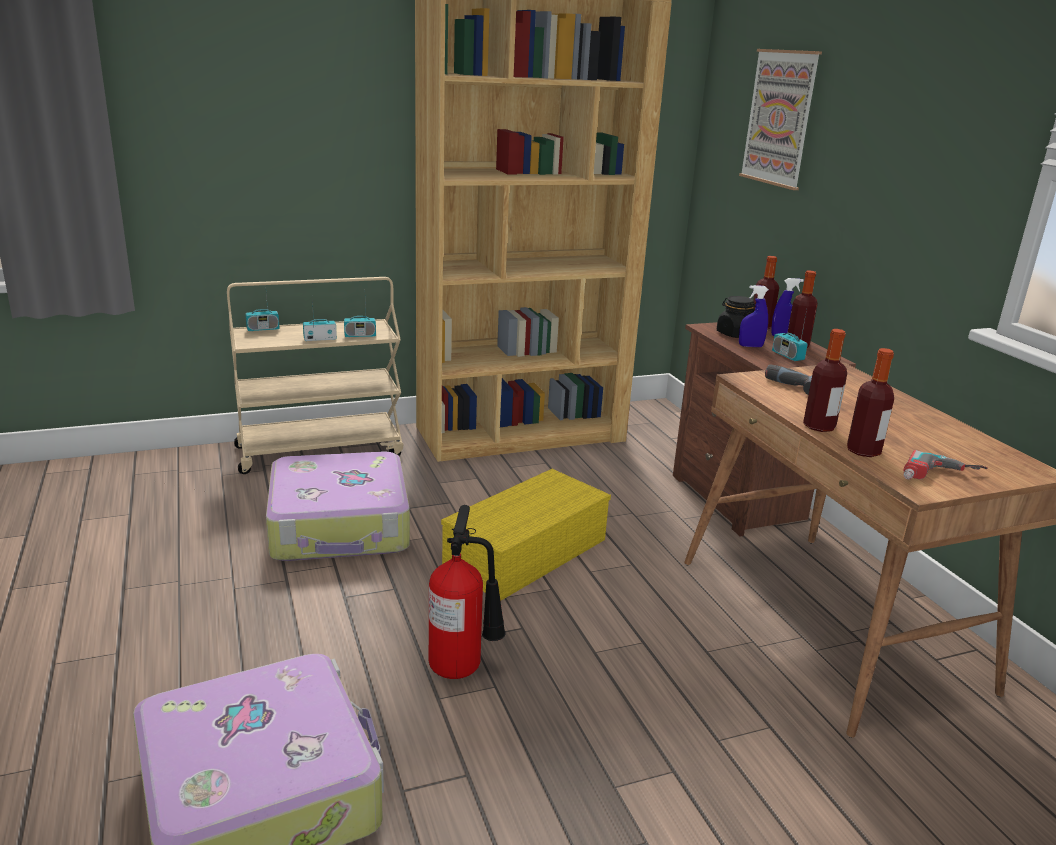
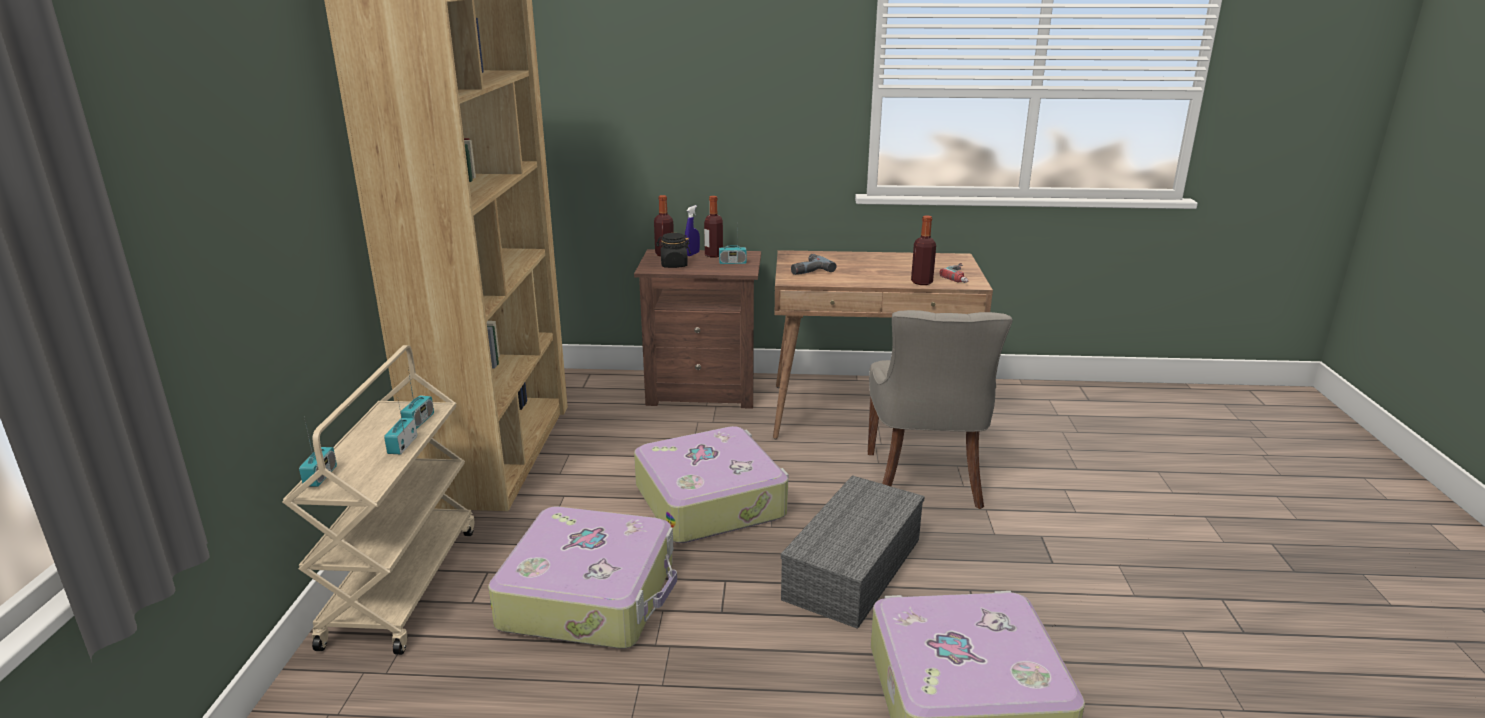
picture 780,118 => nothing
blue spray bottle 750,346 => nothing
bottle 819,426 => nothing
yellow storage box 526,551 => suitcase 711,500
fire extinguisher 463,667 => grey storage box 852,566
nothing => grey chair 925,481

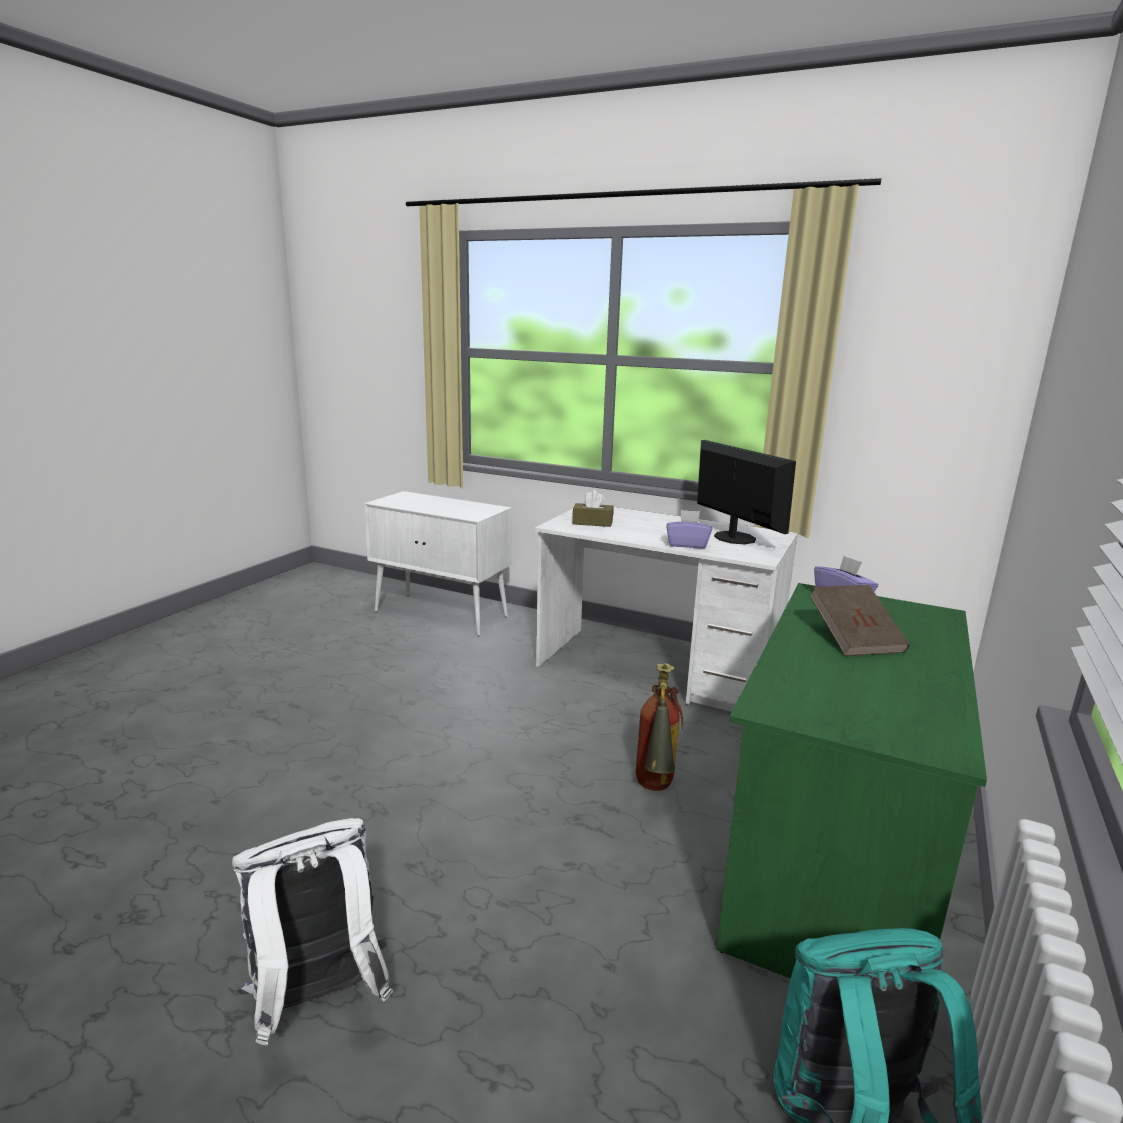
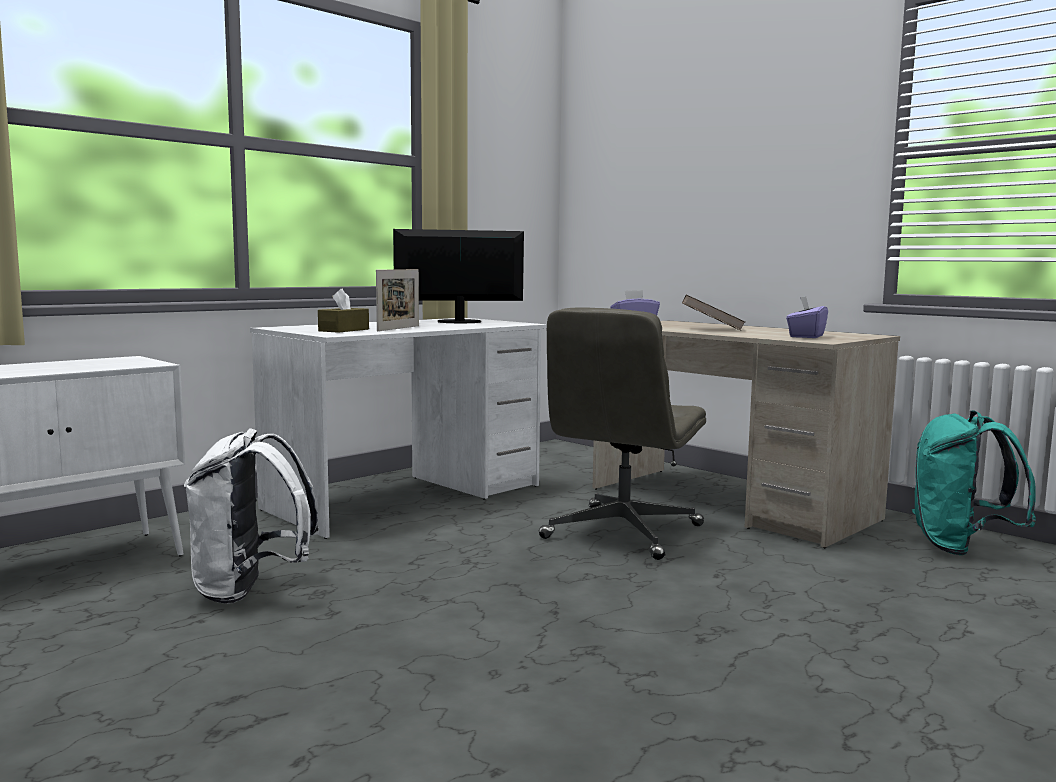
purple tissue box 687,544 => purple tissue box 805,336, relocated
green desk 833,858 => beige desk 730,504
fire extinguisher 654,791 => grey office chair 622,533
white backpack 318,1000 => white backpack 250,590, relocated
nothing => picture frame 398,328

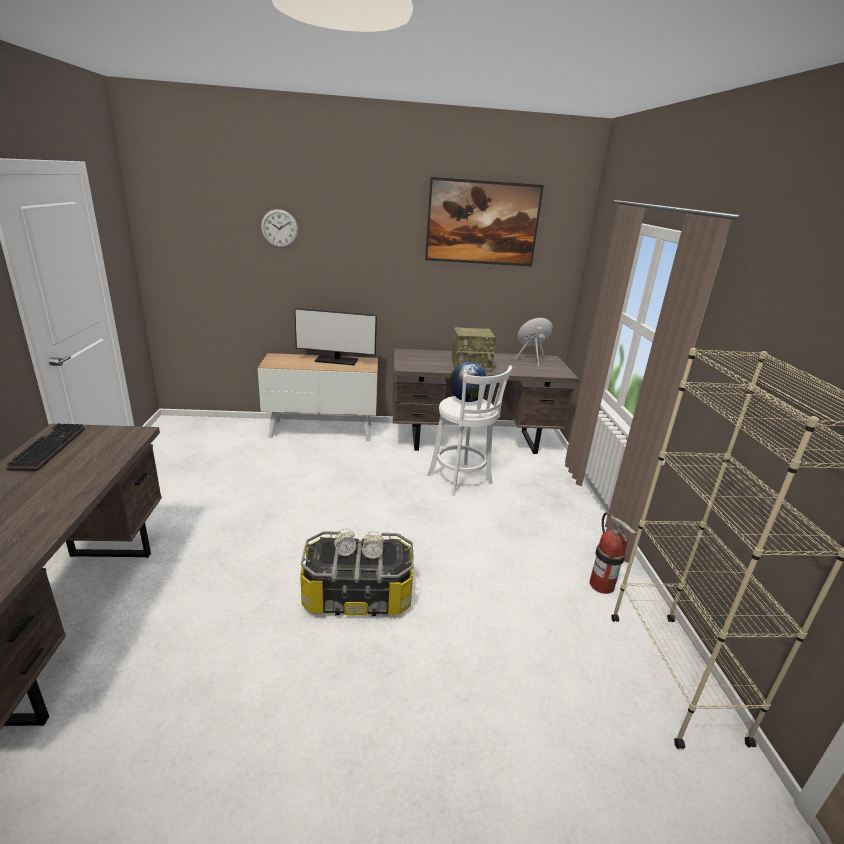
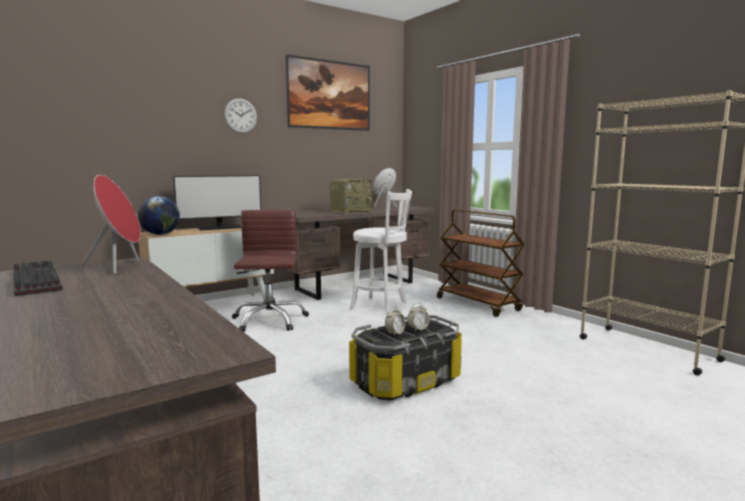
wall clock 279,228 => wall clock 240,116, relocated
globe 467,400 => globe 160,234, relocated
fire extinguisher 601,585 => nothing
nothing => red speaker 119,267
nothing => brown cart 478,304
nothing => brown office chair 269,320

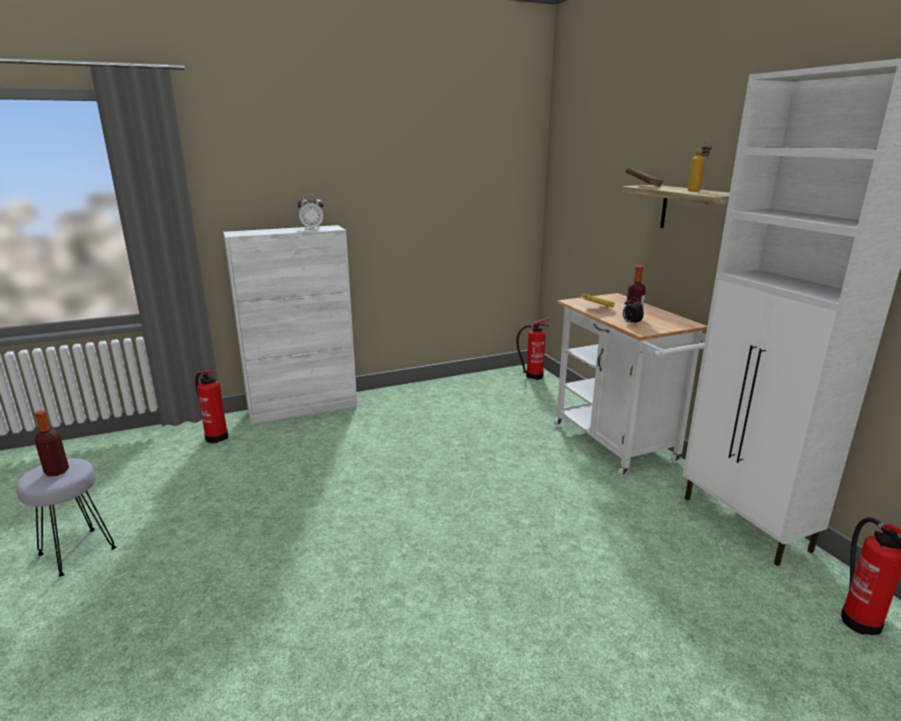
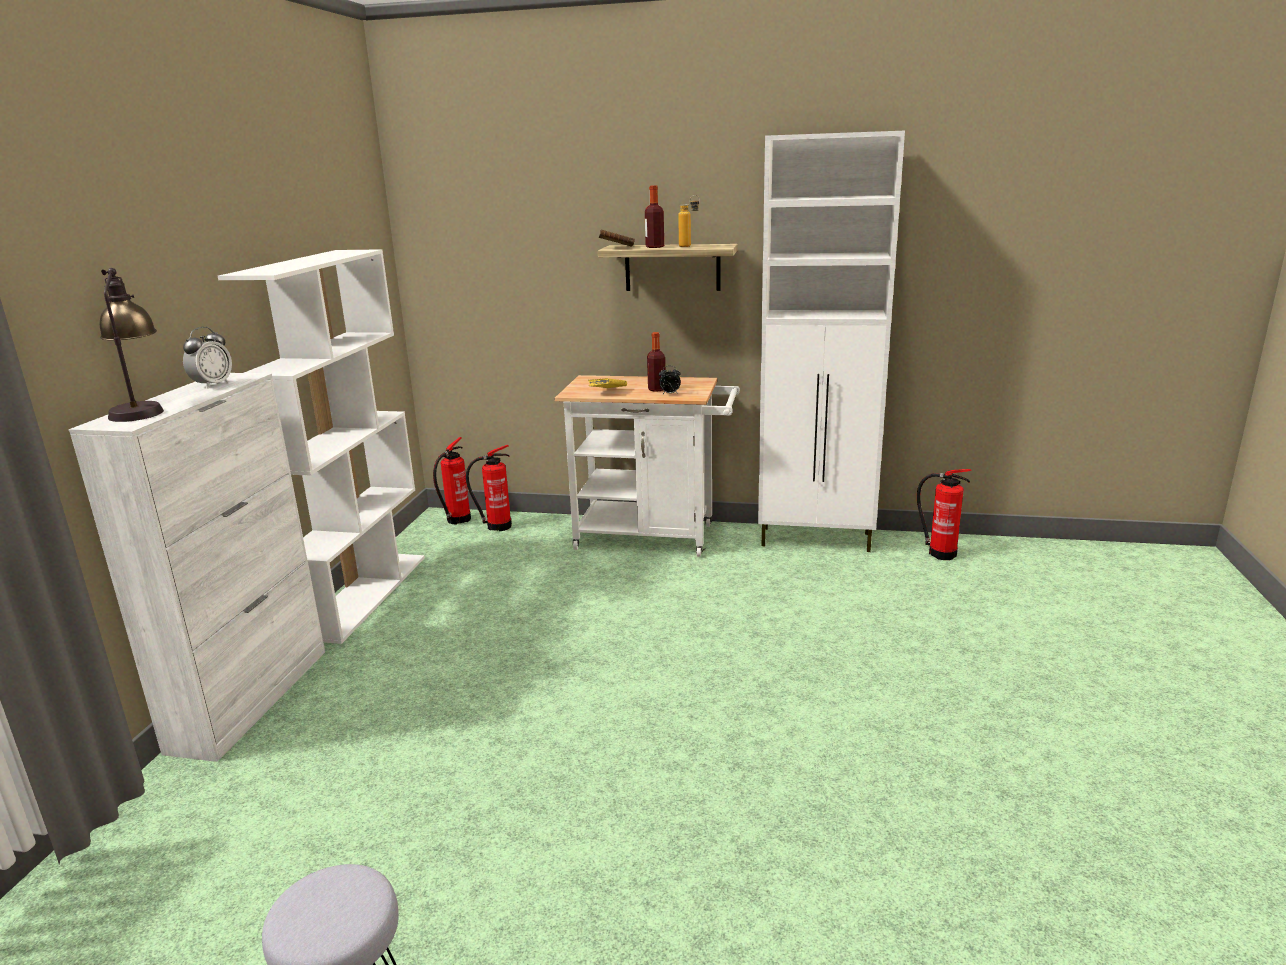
fire extinguisher 216,437 => fire extinguisher 496,526, relocated
bottle 57,471 => bottle 655,247, relocated
nothing => white bookcase 363,594
nothing => table lamp 141,409

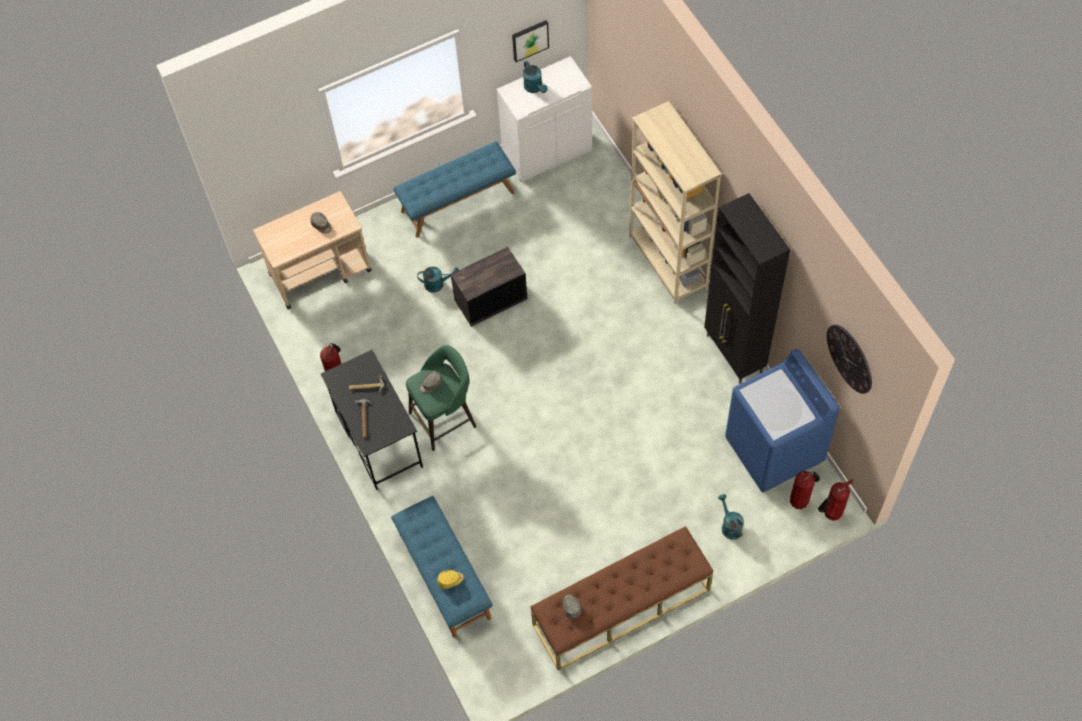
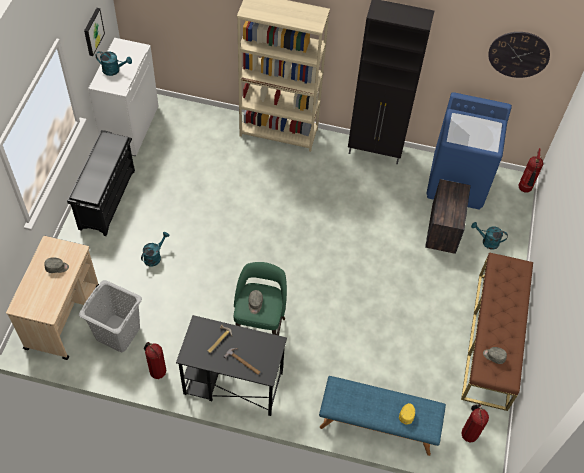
blue bench 457,201 => black shoe rack 107,198
crate 491,298 => crate 443,227, relocated
fire extinguisher 800,500 => fire extinguisher 468,433, relocated
nothing => grey laundry basket 118,333

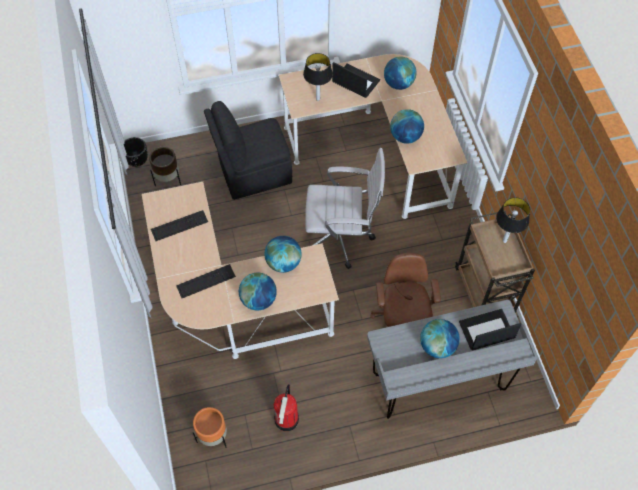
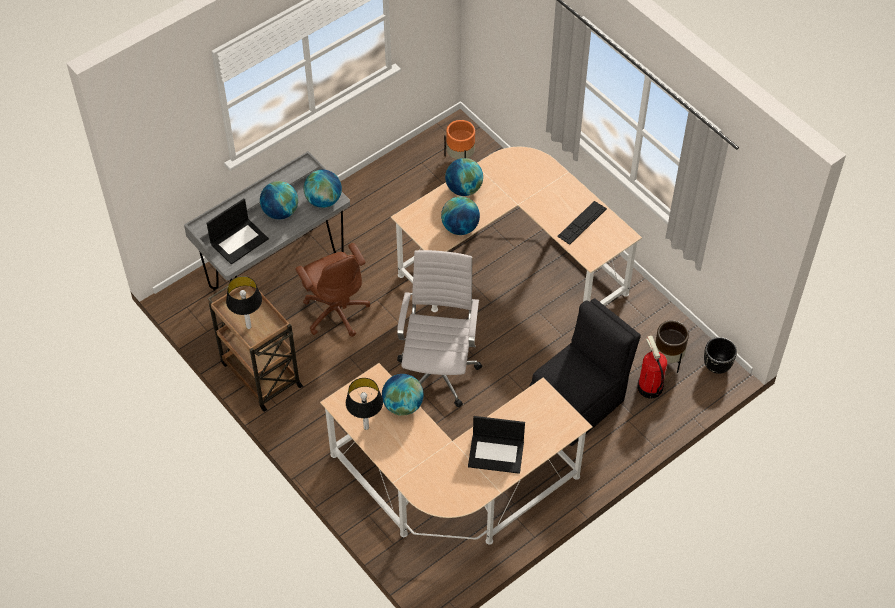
table lamp 317,98 => table lamp 366,427, relocated
globe 398,83 => globe 324,200, relocated
white office chair 342,238 => white office chair 438,370, 120 degrees clockwise
keyboard 206,281 => nothing
fire extinguisher 287,419 => fire extinguisher 649,387, relocated

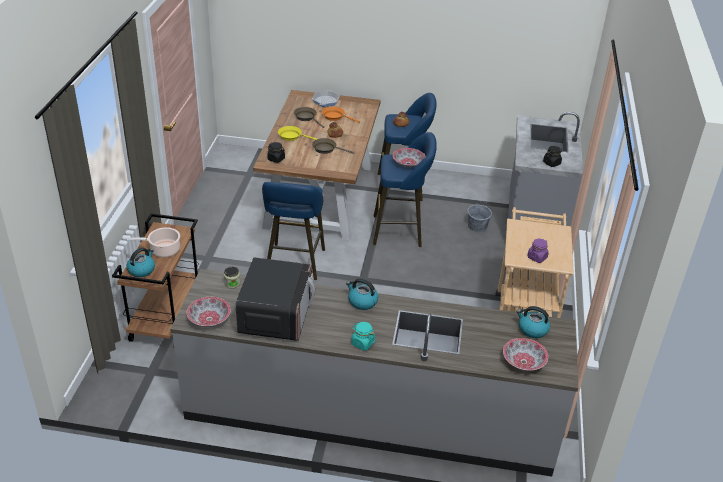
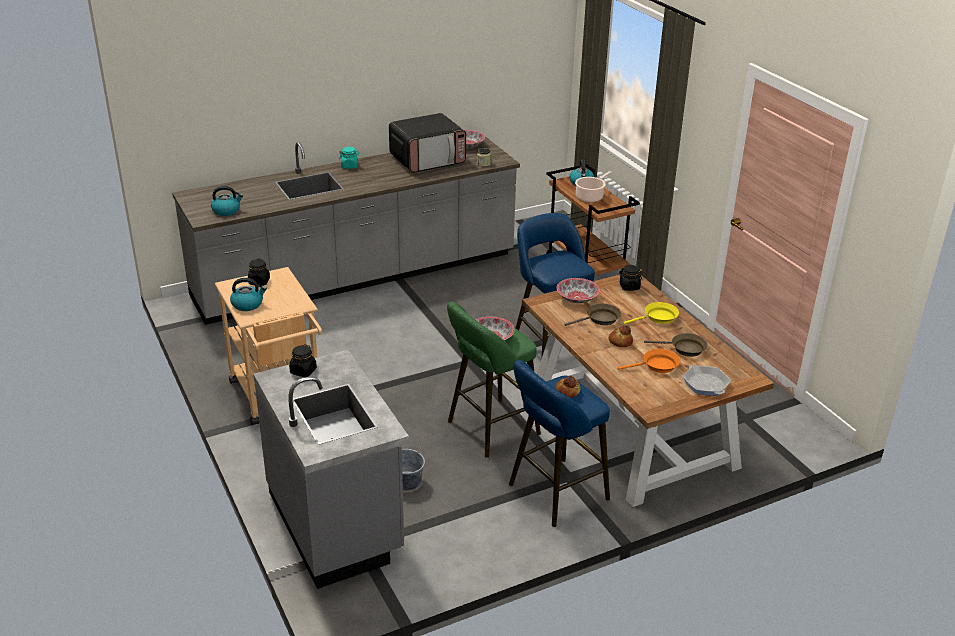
blue stool 401,231 => green stool 489,429
purple jar 537,257 => black jar 259,282
microwave 276,315 => microwave 428,160, 90 degrees counterclockwise
kettle 362,302 => kettle 248,304, relocated
bowl 523,362 => bowl 577,298, relocated

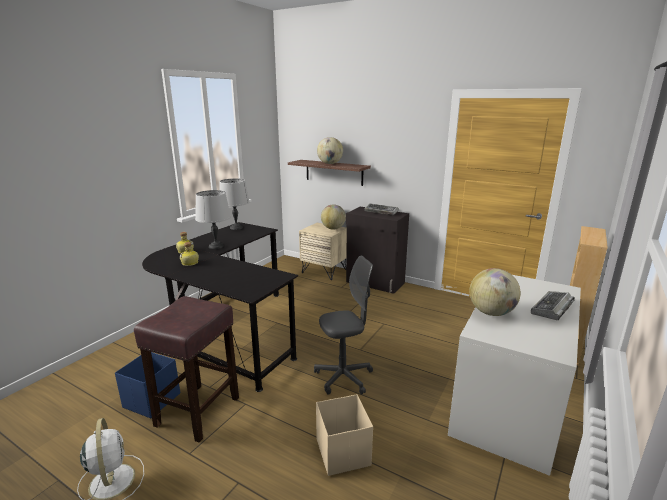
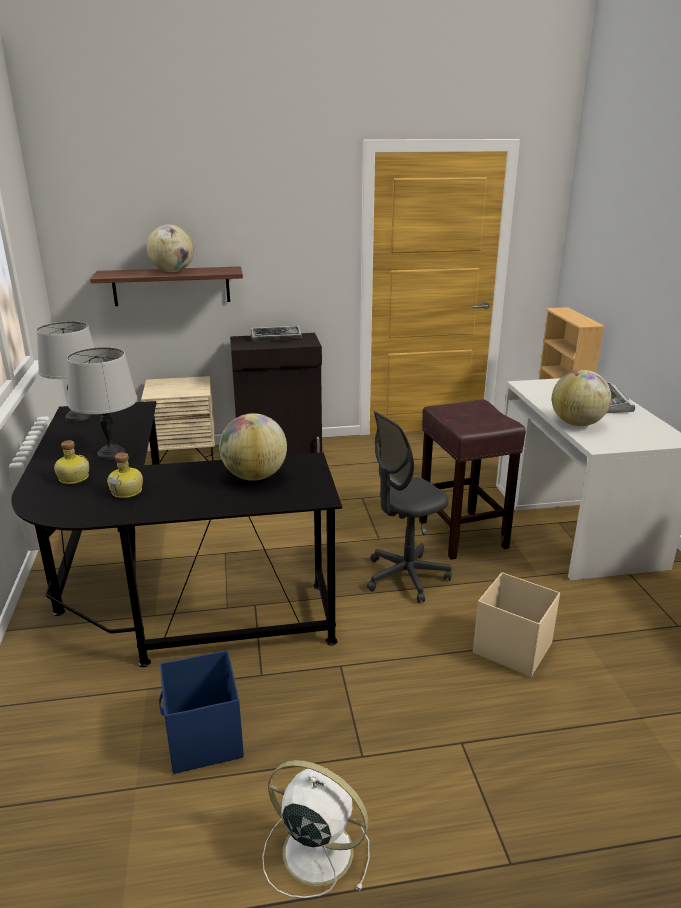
globe 333,228 => globe 255,476, relocated
grey office chair 343,377 => grey office chair 406,577, 150 degrees counterclockwise
brown stool 199,410 => brown stool 461,533, relocated

